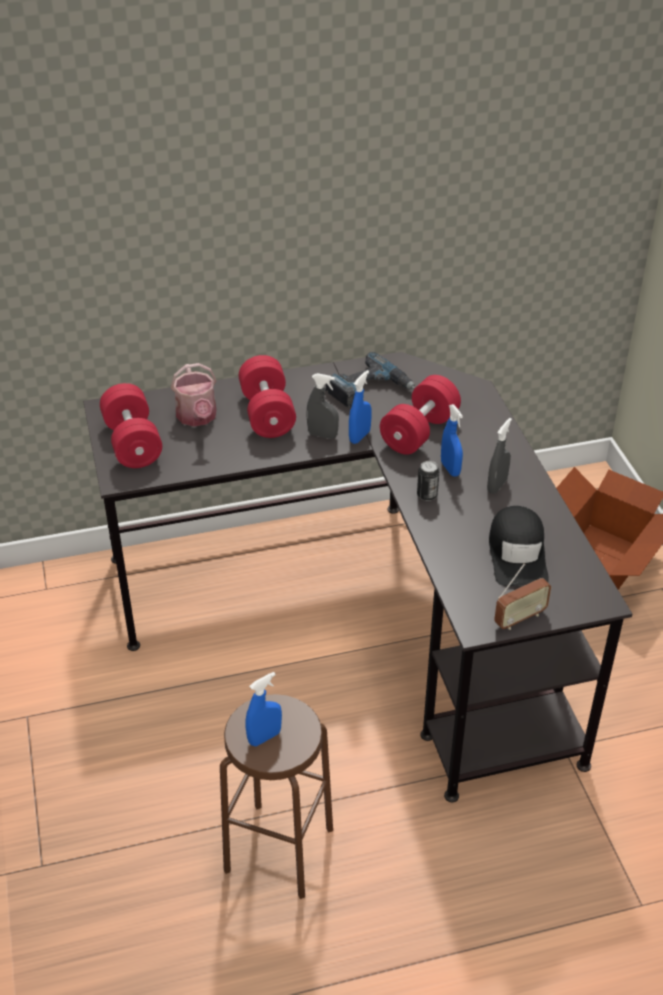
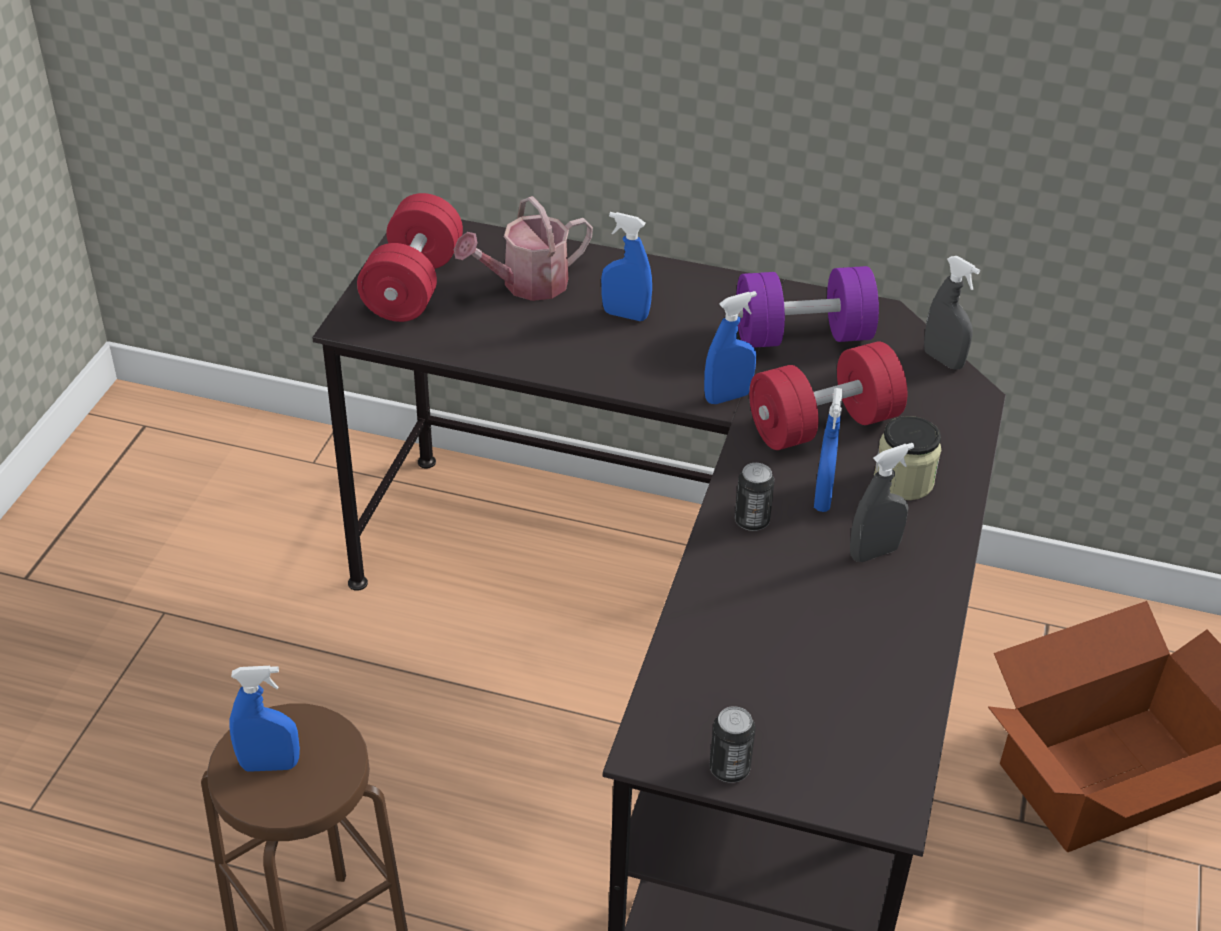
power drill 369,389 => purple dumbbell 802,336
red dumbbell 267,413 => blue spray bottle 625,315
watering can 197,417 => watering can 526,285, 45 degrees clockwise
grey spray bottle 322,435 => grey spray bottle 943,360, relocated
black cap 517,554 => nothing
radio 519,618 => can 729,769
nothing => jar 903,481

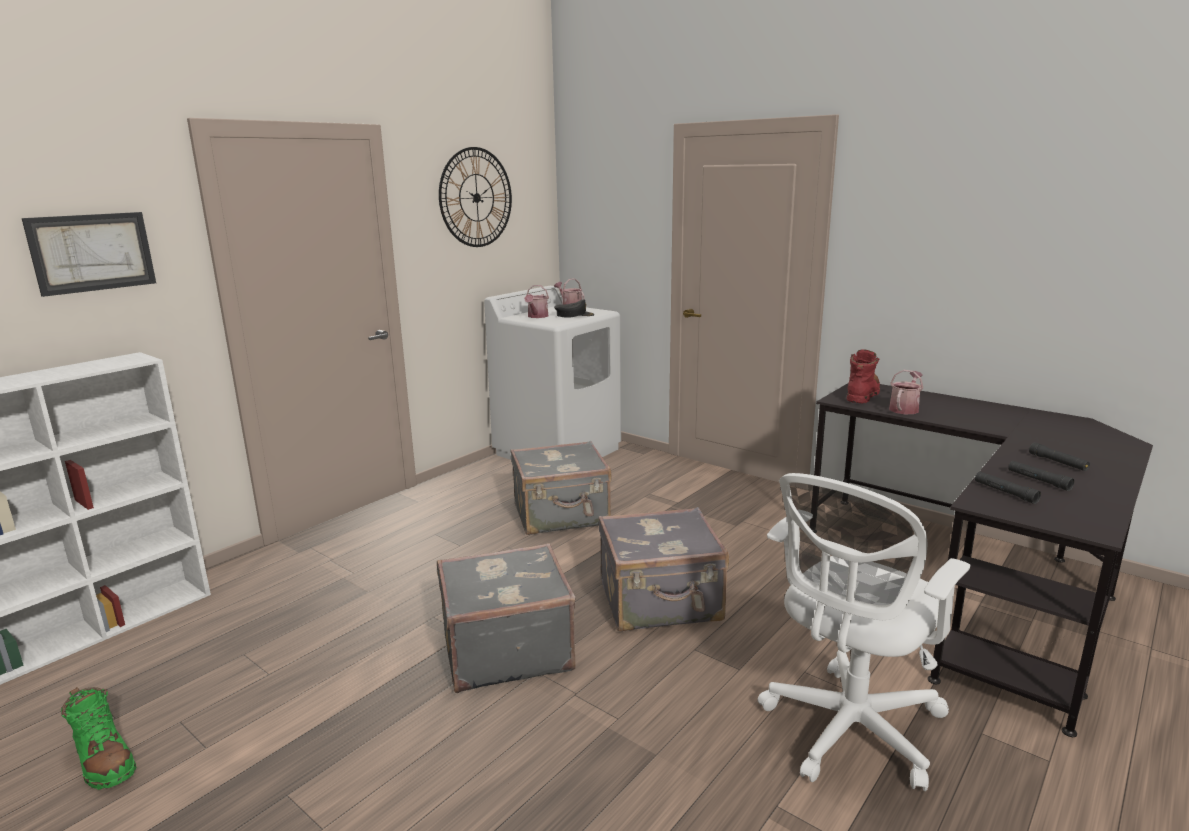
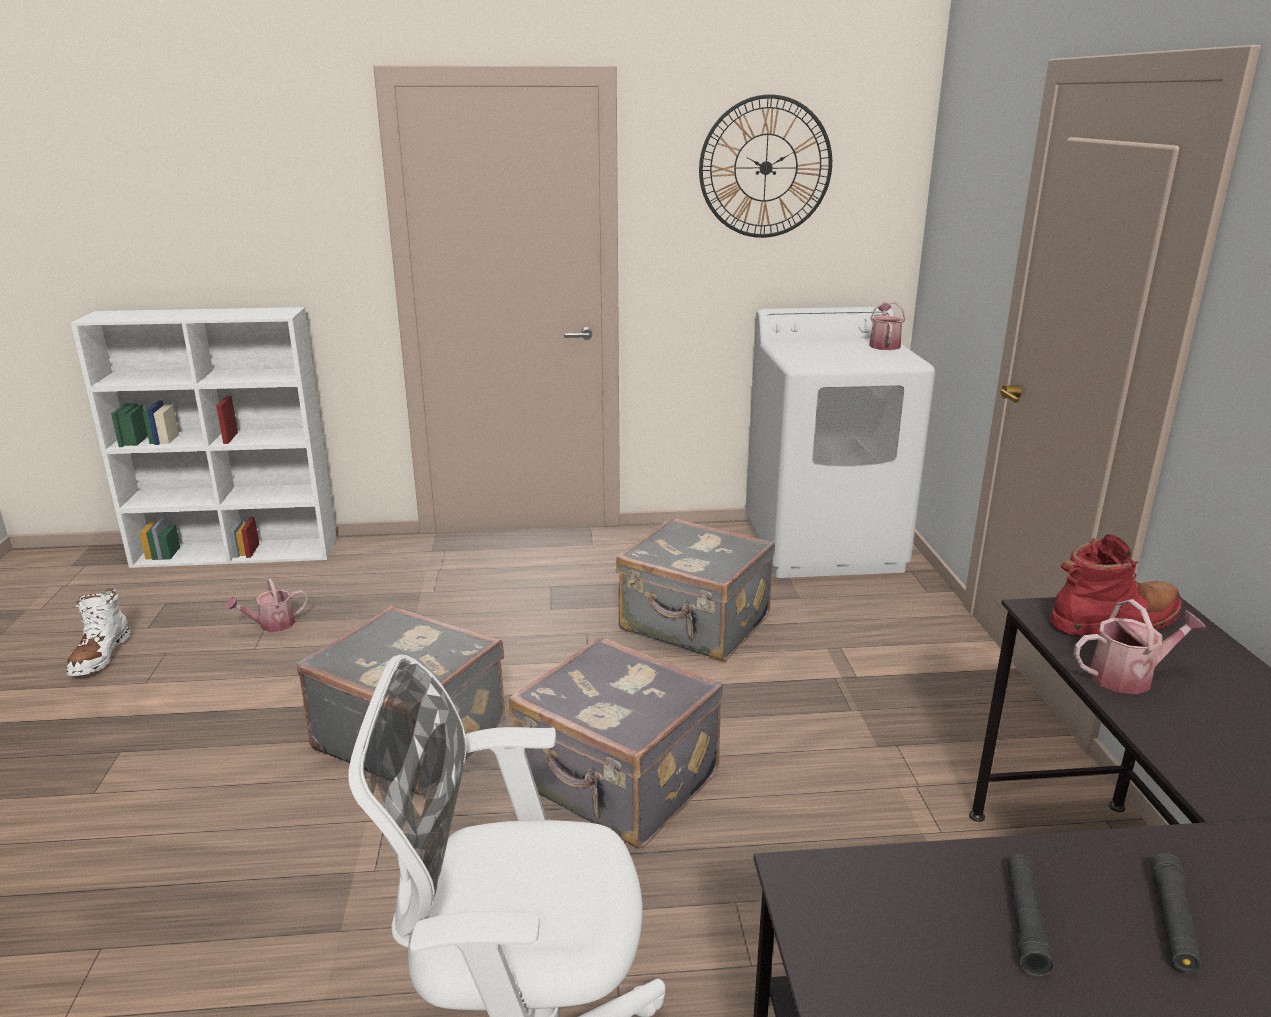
picture 92,252 => nothing
watering can 537,316 => watering can 272,625, relocated
black cap 574,315 => nothing
black flashlight 1005,492 => nothing
green boot 104,761 => white boot 100,656

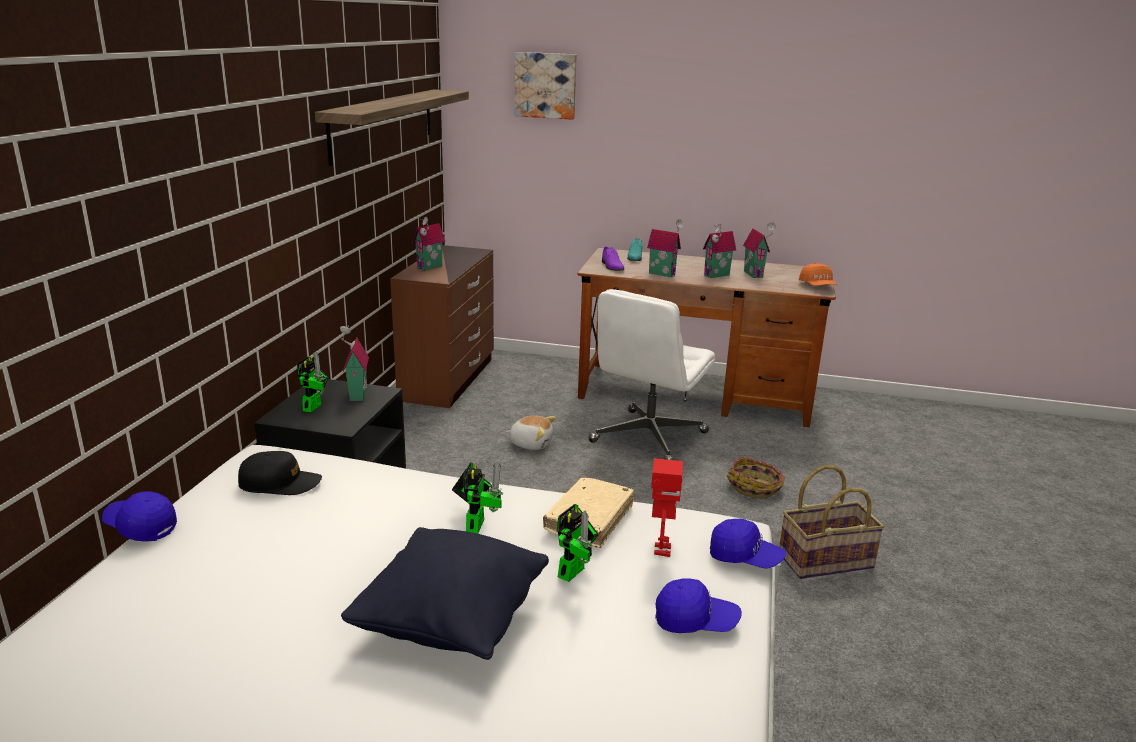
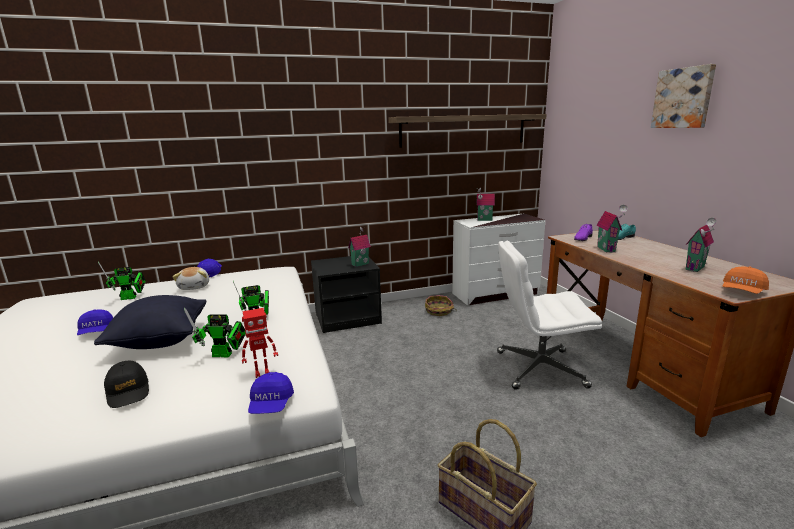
picture 546,85 => picture 683,98, relocated
toy house 717,275 => nothing
brown dresser 449,379 => white dresser 496,294
toy robot 314,406 => toy robot 131,298, relocated
plush toy 531,443 => plush toy 195,287, relocated
black cap 280,483 => black cap 128,391, relocated
basket 755,487 => basket 439,311, relocated
beige book 589,519 => nothing
blue cap 695,621 => blue cap 96,331, relocated

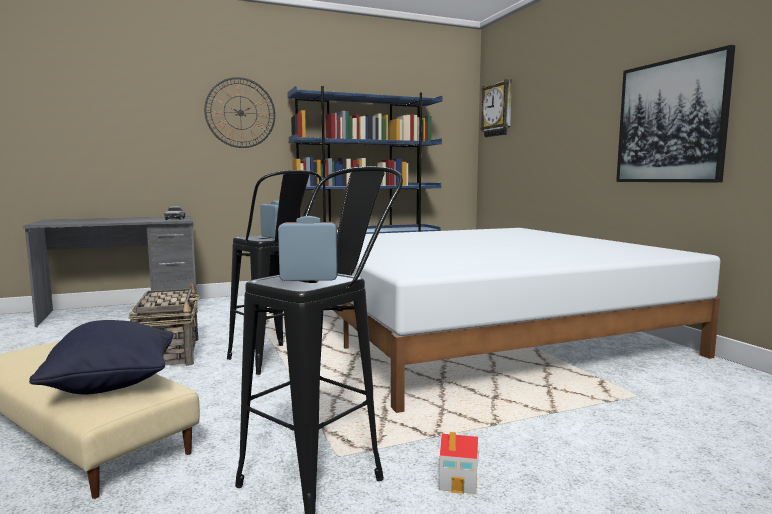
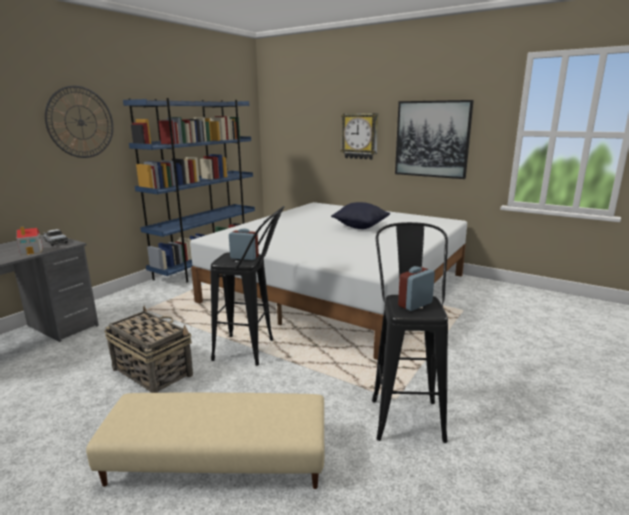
wall clock 498,109 => wall clock 360,136, relocated
black pillow 113,385 => black pillow 360,227, relocated
toy house 459,481 => toy house 32,251, relocated

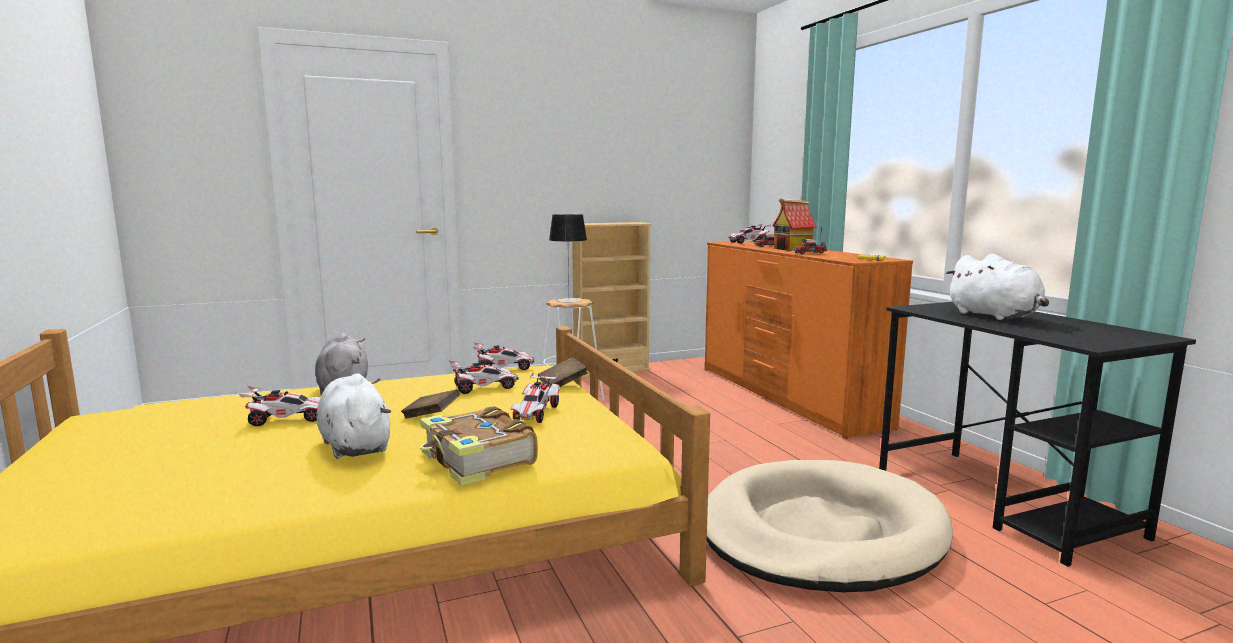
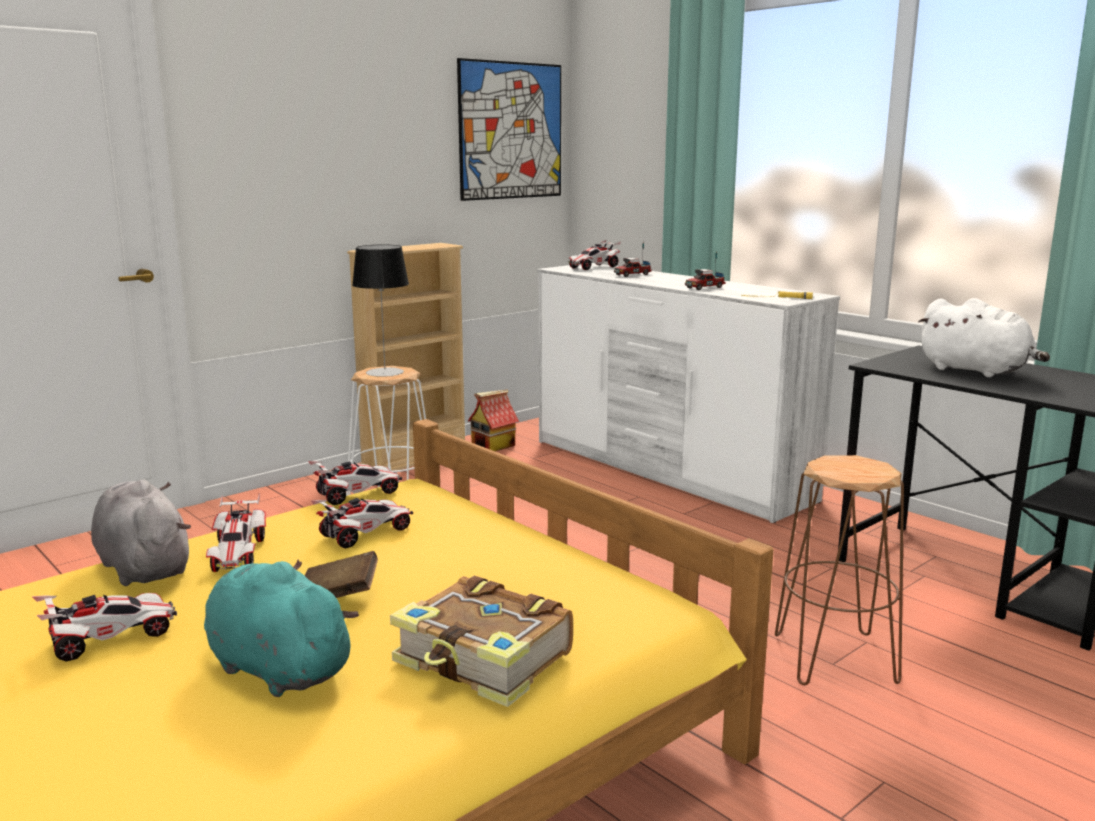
toy house 792,249 => toy house 493,446, relocated
orange dresser 787,396 => white dresser 667,470
brown book 563,384 => nothing
toy car 536,413 => toy car 238,555, relocated
white plush toy 355,445 => turquoise plush toy 276,667
beige dog bed 820,532 => brown stool 833,658
nothing => picture 511,131

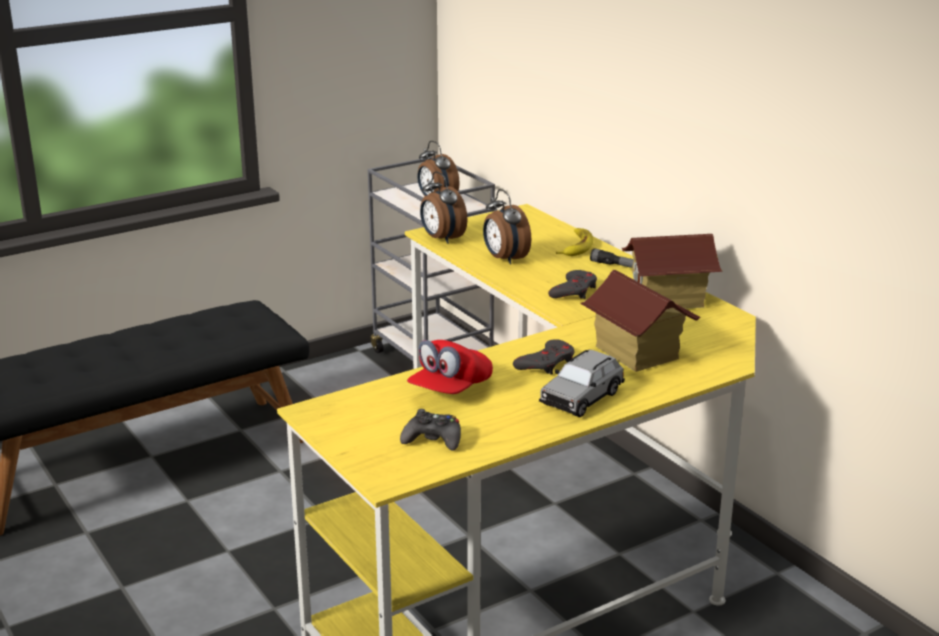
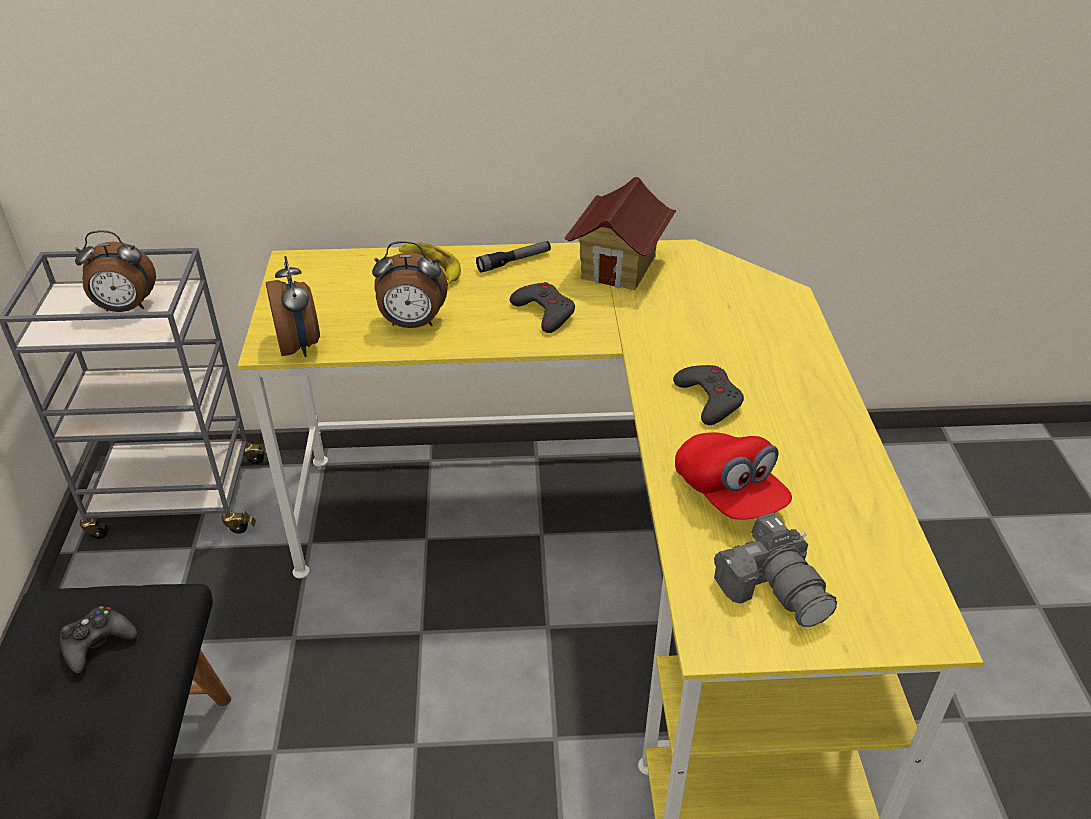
alarm clock 441,239 => alarm clock 300,346, 105 degrees counterclockwise
toy house 636,353 => nothing
grey toy car 581,398 => nothing
black game controller 433,439 => black game controller 97,643, relocated
nothing => photo camera 774,588

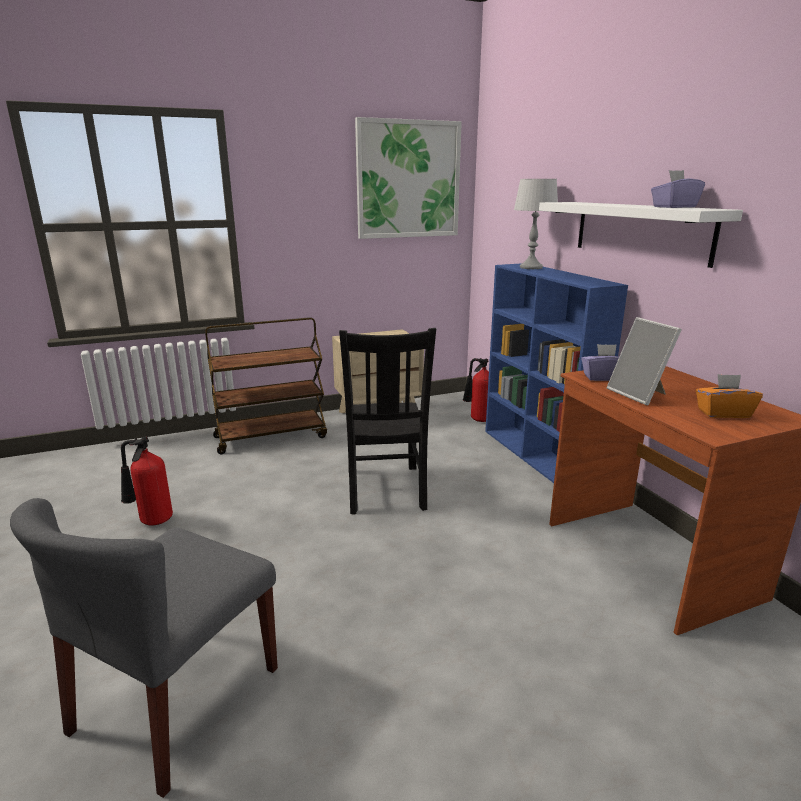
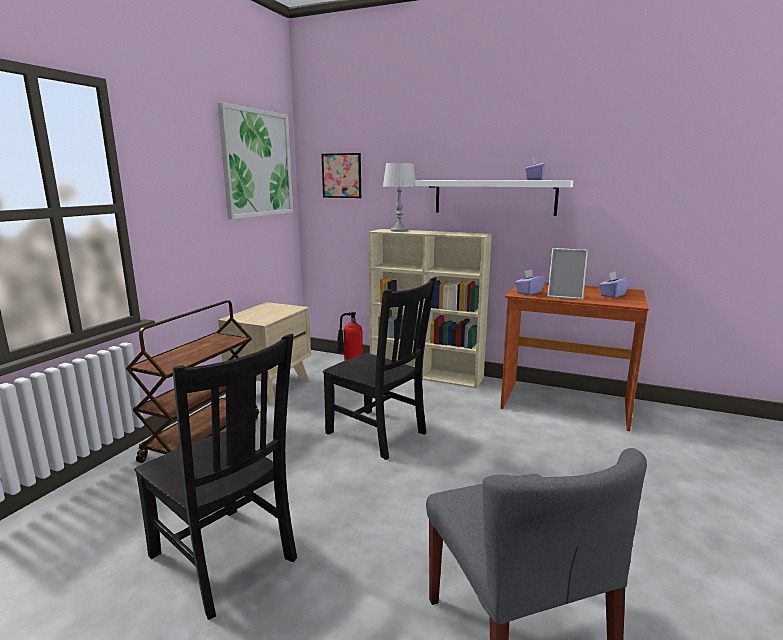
blue bookcase 538,456 => beige bookcase 427,374
orange tissue box 723,413 => purple tissue box 612,295
fire extinguisher 151,522 => black chair 225,560
nothing => picture 341,175

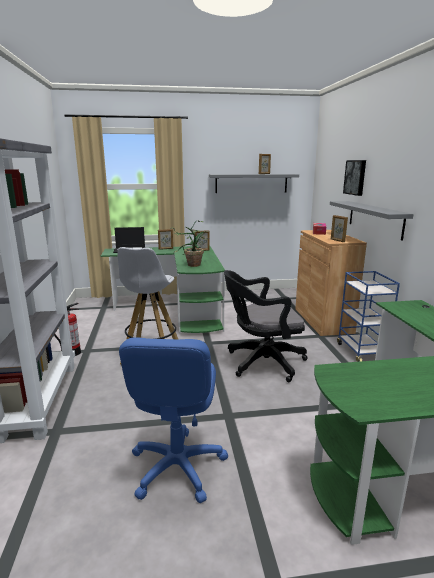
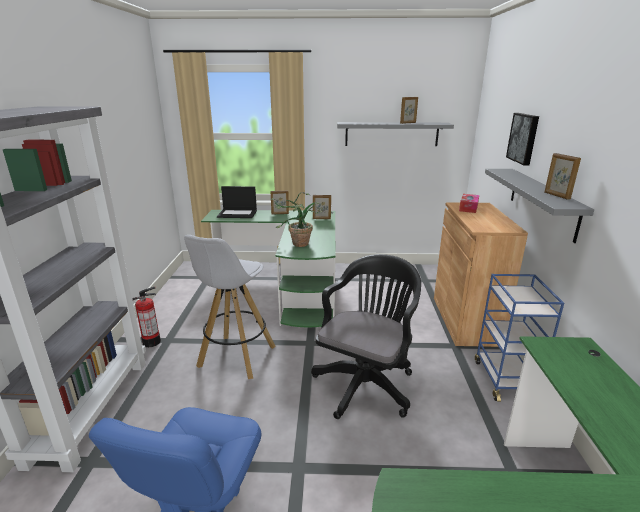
picture frame 337,240 => picture frame 556,195, relocated
black office chair 261,362 => black office chair 366,382, 120 degrees clockwise

